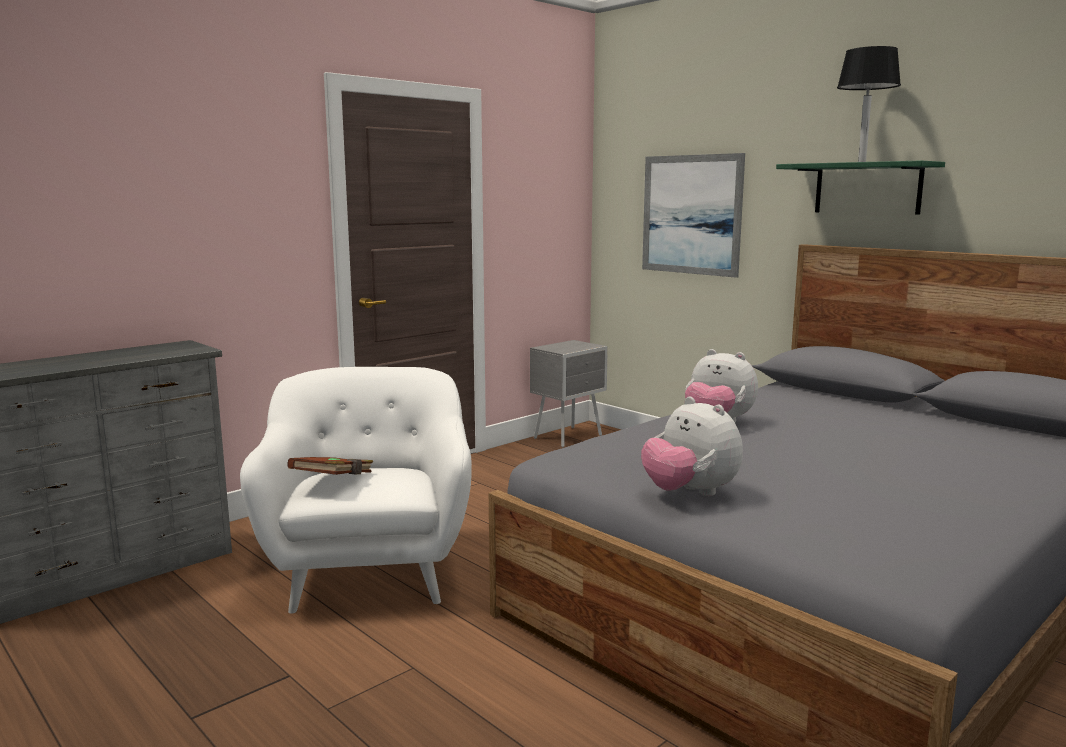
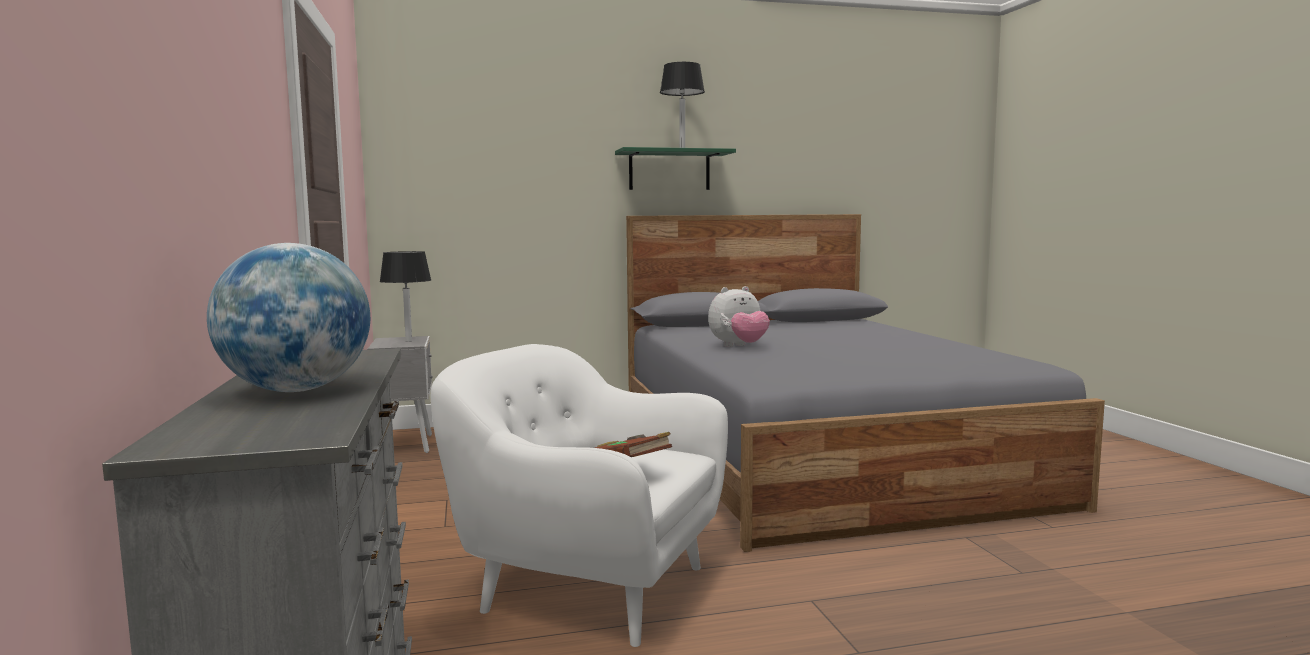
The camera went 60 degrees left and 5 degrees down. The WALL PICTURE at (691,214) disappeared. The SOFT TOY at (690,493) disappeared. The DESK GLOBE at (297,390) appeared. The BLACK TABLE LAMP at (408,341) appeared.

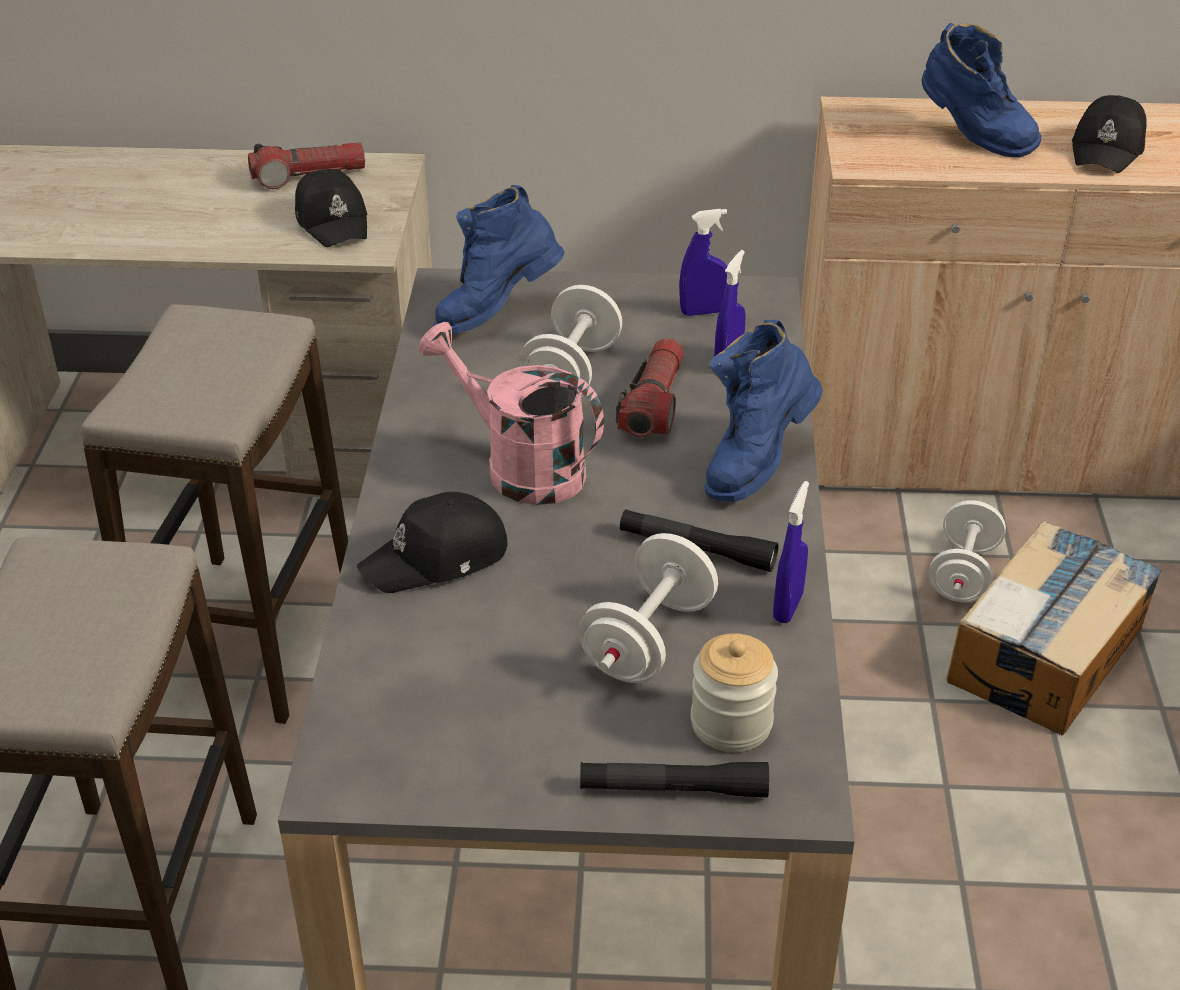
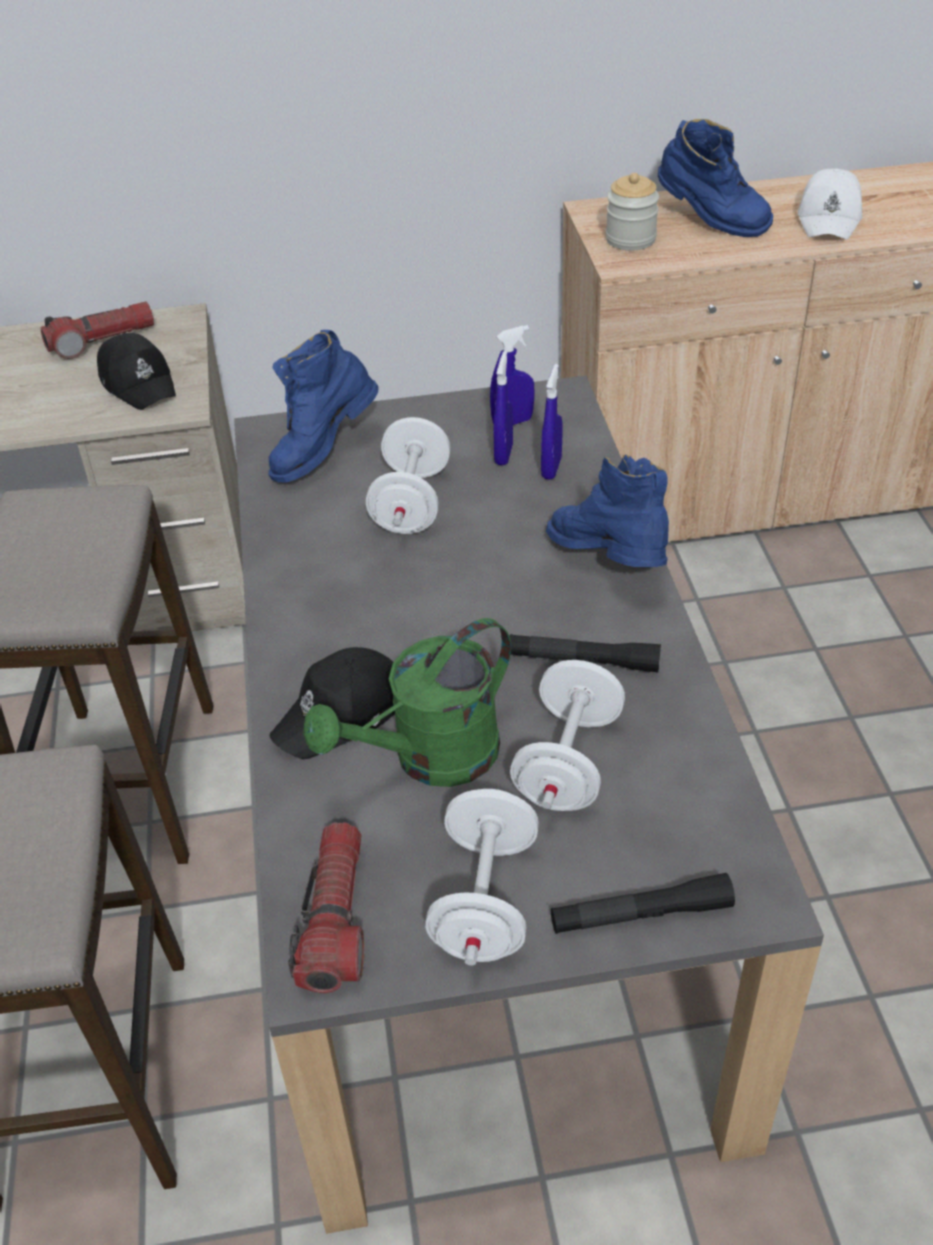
The camera went 10 degrees left and 5 degrees up. The BLACK BASEBALL CAP at (1108,149) became the WHITE-COLOURED BASEBALL CAP at (830,218). The BLUE-COLOURED BOOT at (756,463) turned 120 degrees clockwise. The PINK-COLOURED SPRINKLING CAN at (520,468) disappeared. The FLASHLIGHT moved from (654,404) to (335,919). The BLUE-COLOURED SPRAY BOTTLE moved from (788,607) to (503,454). The WHITE-COLOURED DUMBBELL moved from (963,574) to (485,901). The CARDBOARD BOX at (1047,653) disappeared. The PRESERVE JAR moved from (731,723) to (630,239). The GREENISH SPRINKLING CAN at (430,759) appeared.

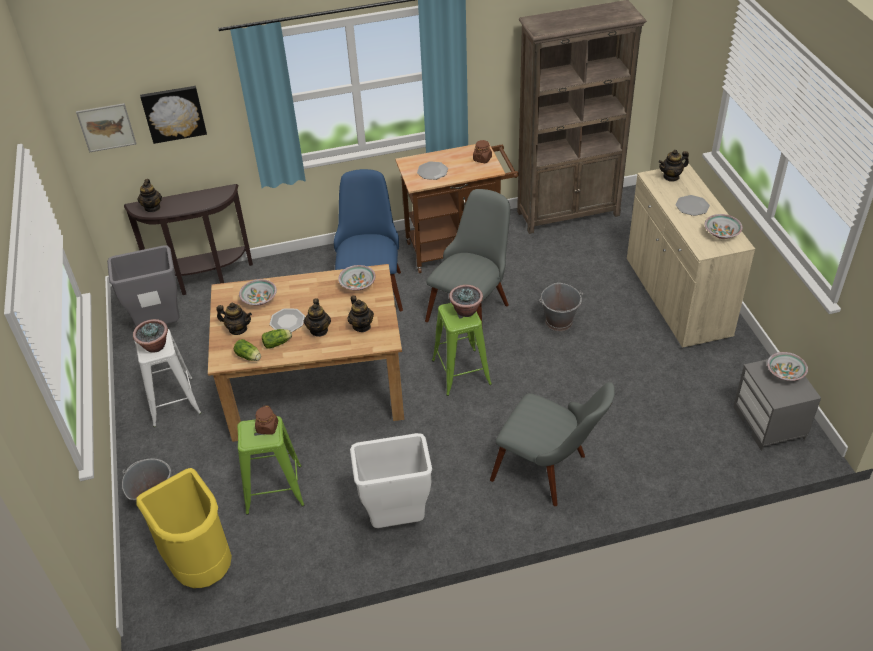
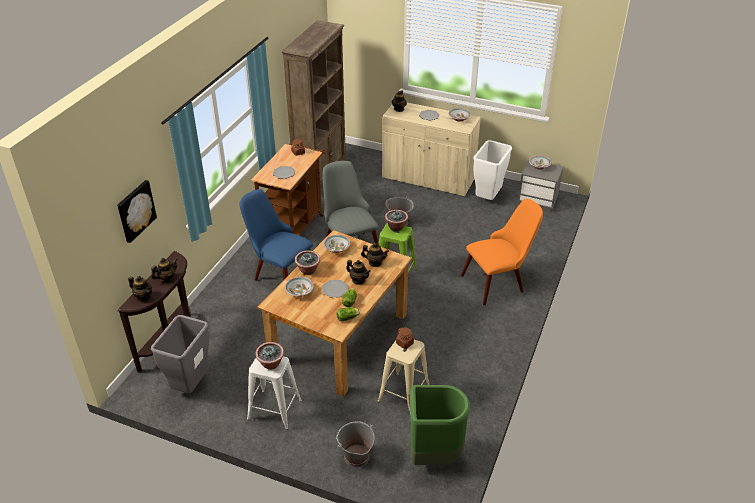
The camera went 55 degrees left and 5 degrees down. The WALL PICTURE at (106,127) disappeared. The POT FOR TEA moved from (238,329) to (167,279). The GRAY PLAIN CHAIR at (550,471) became the ORANGE-COLOURED PLAIN CHAIR at (499,281). The GREENISH STOOL SEAT at (275,489) became the BEIGE-COLOURED STOOL SEAT at (404,394). The WHITE-COLOURED WASTE BIN moved from (396,521) to (487,198). The YELLOW WASTE BIN at (202,566) became the GREENISH WASTE BIN at (433,455). The HOUSEPLANT at (308,270) appeared.

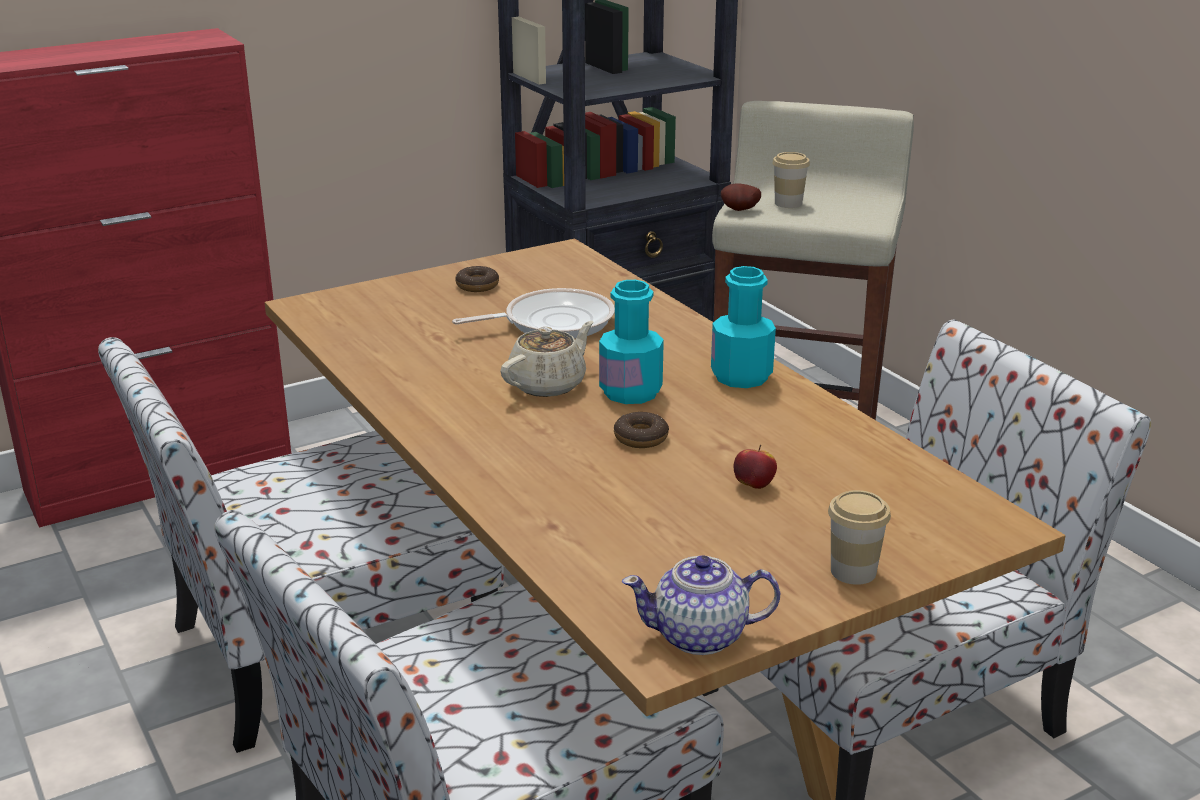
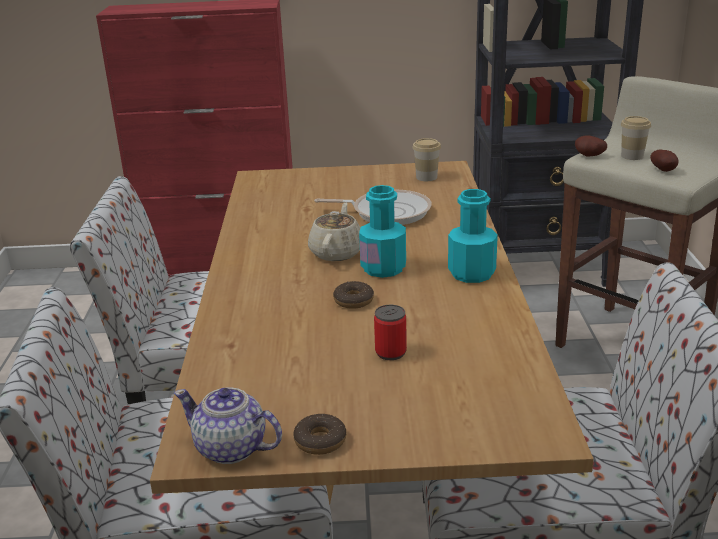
The camera went 30 degrees right and 0 degrees up. The DOUGHNUT moved from (477,286) to (320,441). The BEIGE-COLOURED POT FOR TEA at (548,384) turned 60 degrees counterclockwise. The APPLE FRUIT at (753,485) was replaced by the CAN at (390,352). The SMALL CUP moved from (853,571) to (426,177). The WHOLE POTATO at (664,170) appeared.

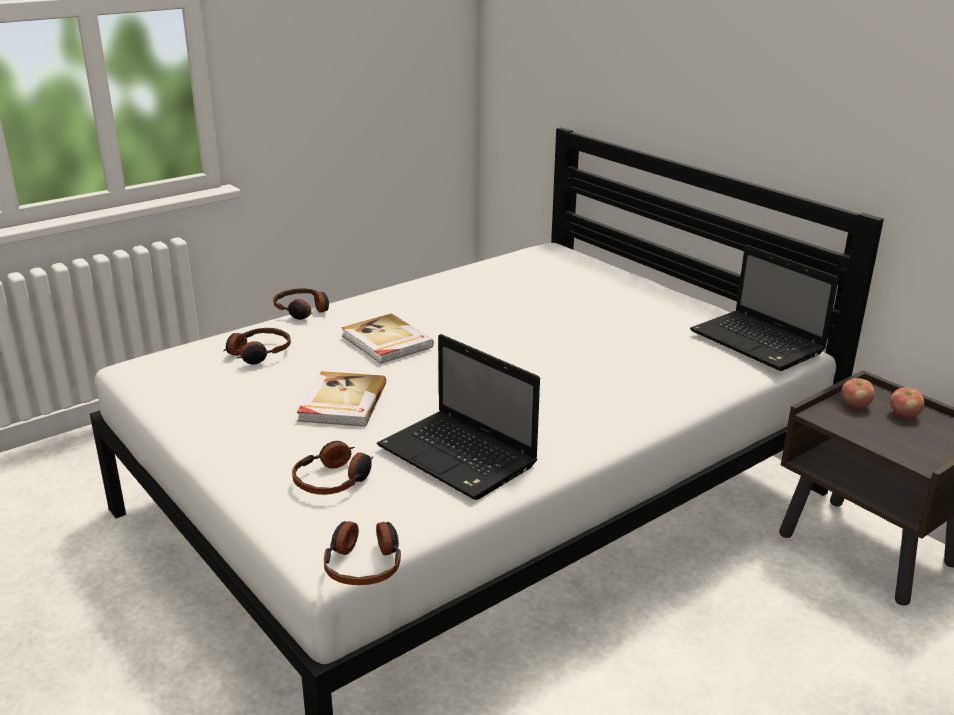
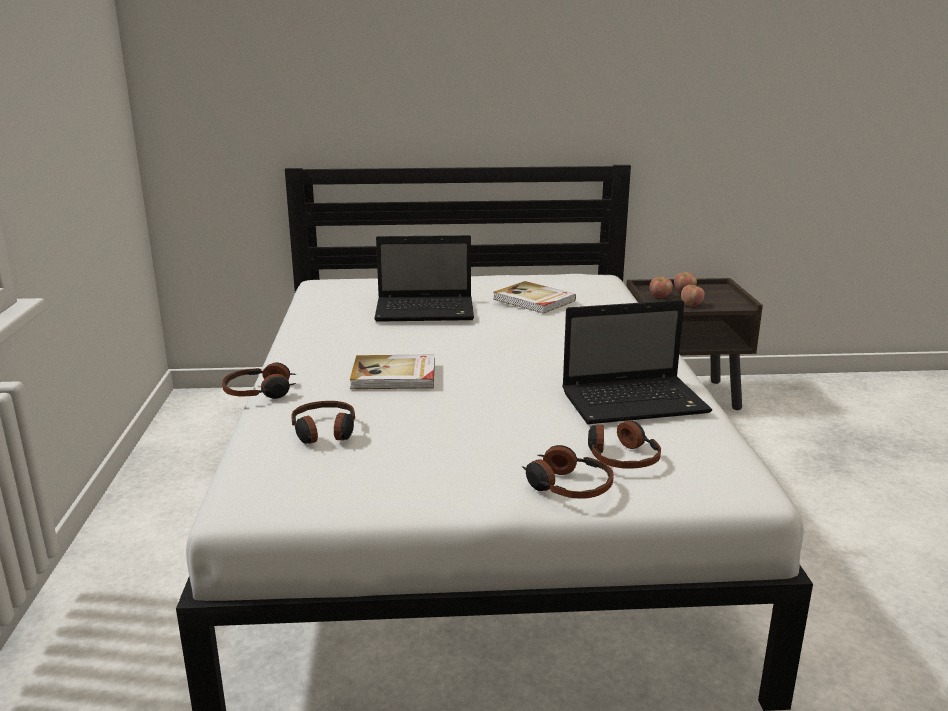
The camera went 55 degrees left and 5 degrees down. The NOTEBOOK COMPUTER moved from (759,343) to (427,311). The BOUND BOOK moved from (341,402) to (534,300). The HEADSET moved from (364,563) to (567,486). The APPLE FRUIT at (691,305) appeared.

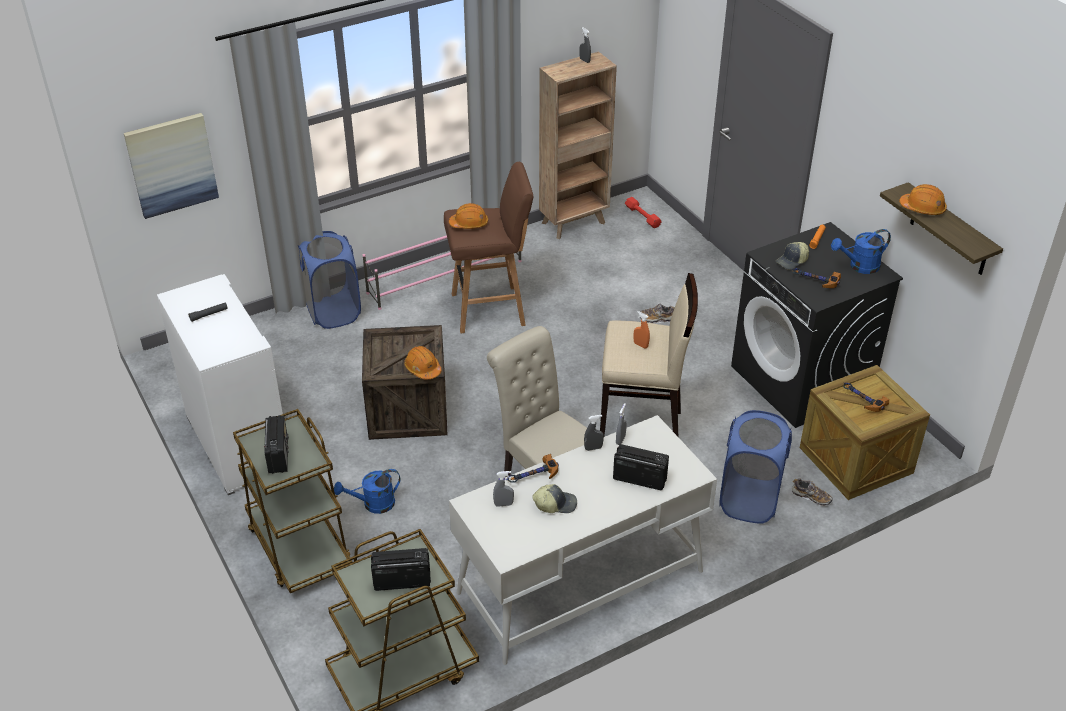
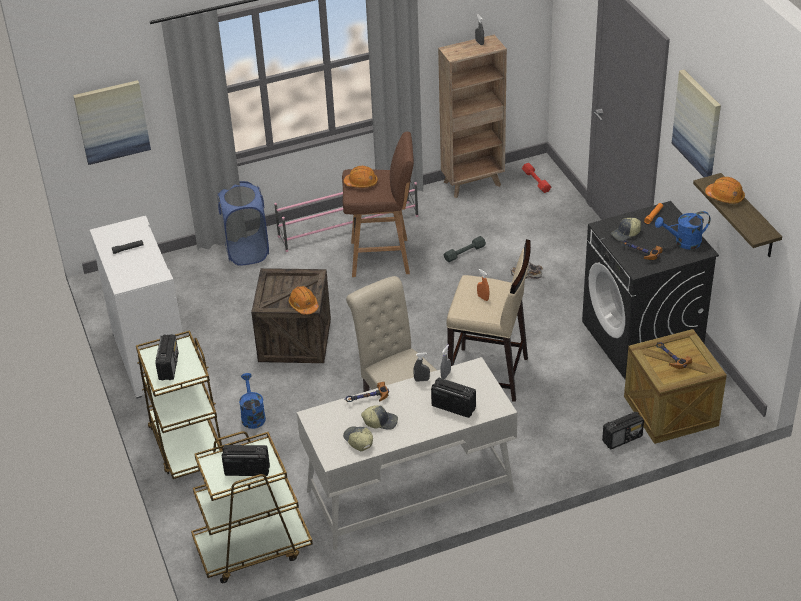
The camera went 10 degrees right and 0 degrees up. The BLUE-COLOURED LAUNDRY BASKET at (749,500) disappeared. The BLUE-COLOURED SPRINKLING CAN at (373,504) turned 90 degrees clockwise. The GRAY SPRAY BOTTLE at (503,504) disappeared. The ITEM OF FOOTWEAR at (811,497) was replaced by the RADIO RECEIVER at (622,438). The WALL PICTURE at (697,124) appeared. The GRAY DUMBBELL at (464,253) appeared. The BASEBALL CAP at (358,441) appeared.

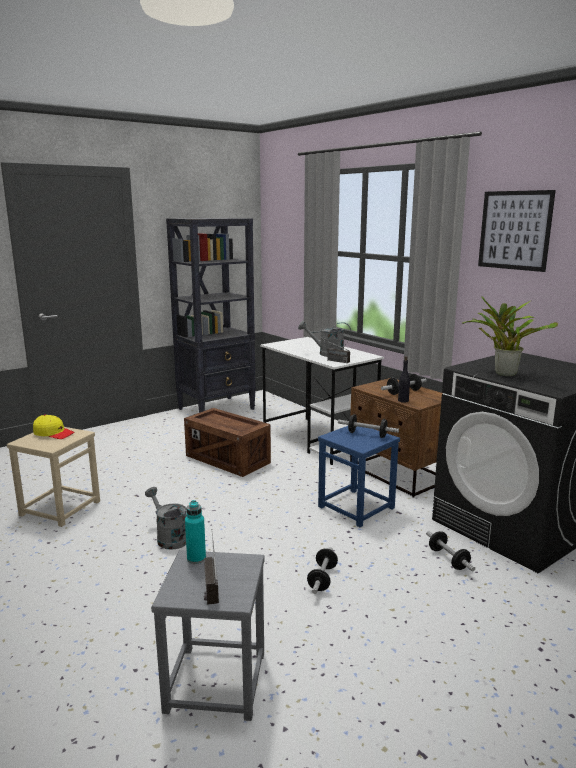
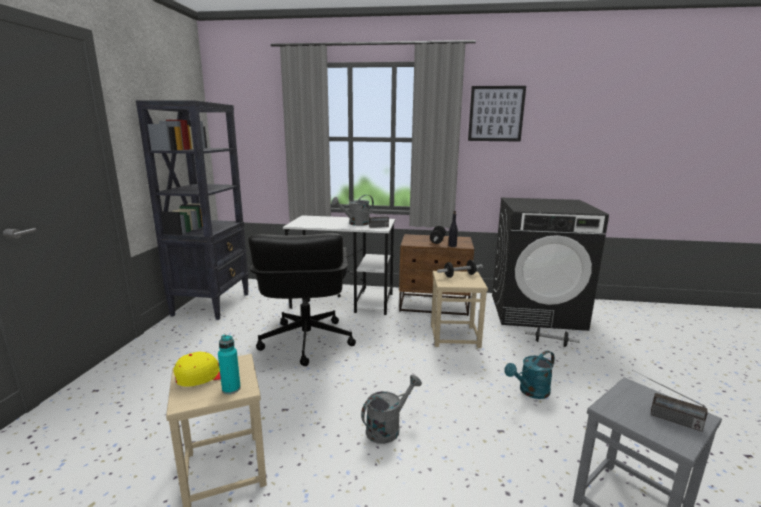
The camera went 45 degrees left and 0 degrees up. The HOUSEPLANT at (503,373) disappeared. The CRATE at (227,460) was replaced by the BLACK OFFICE CHAIR at (306,341). The BLUE-COLOURED STOOL SEAT at (356,507) became the BEIGE-COLOURED STOOL SEAT at (454,336). The GRAY SPRINKLING CAN at (169,537) turned 135 degrees clockwise. The TURQUOISE-COLOURED BEVERAGE BOTTLE moved from (196,558) to (231,389). The DUMBBELL at (322,579) was replaced by the TURQUOISE-COLOURED SPRINKLING CAN at (530,392).

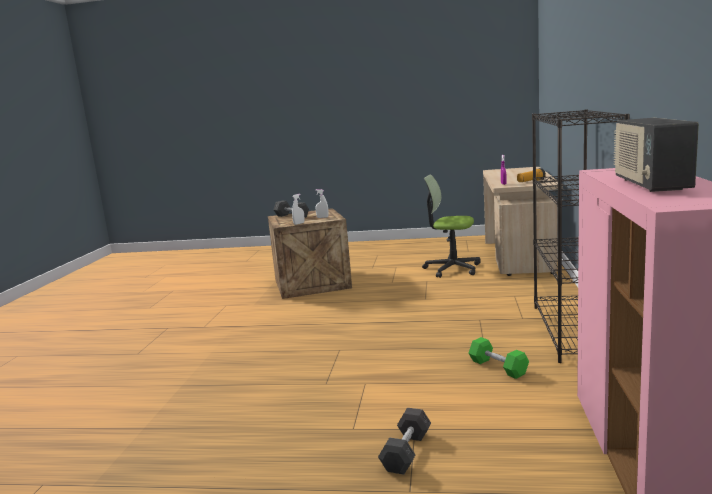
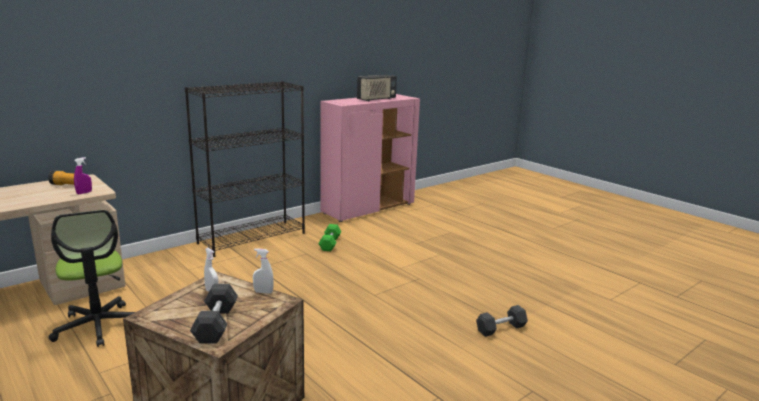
The camera went 140 degrees left and 5 degrees up. The GRAY DUMBBELL moved from (406,452) to (501,329).

